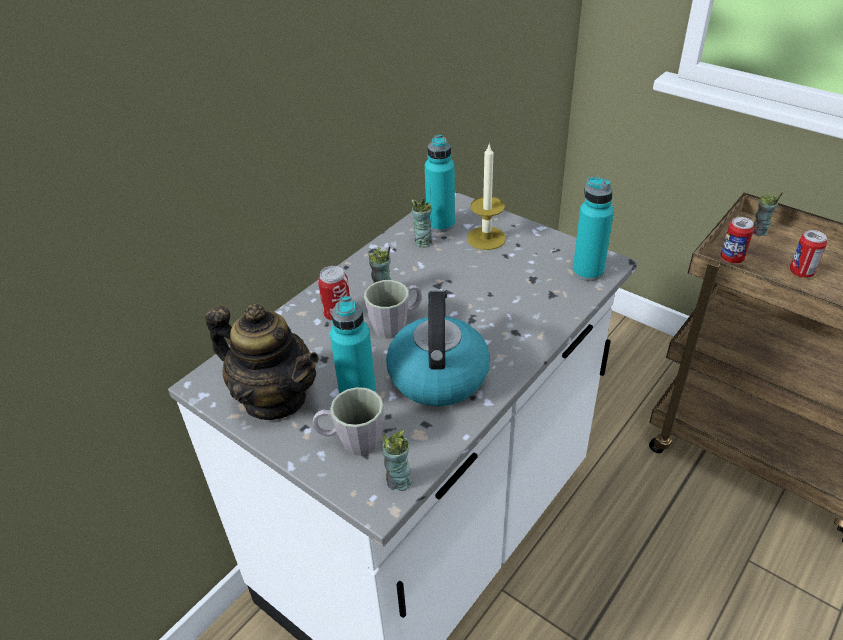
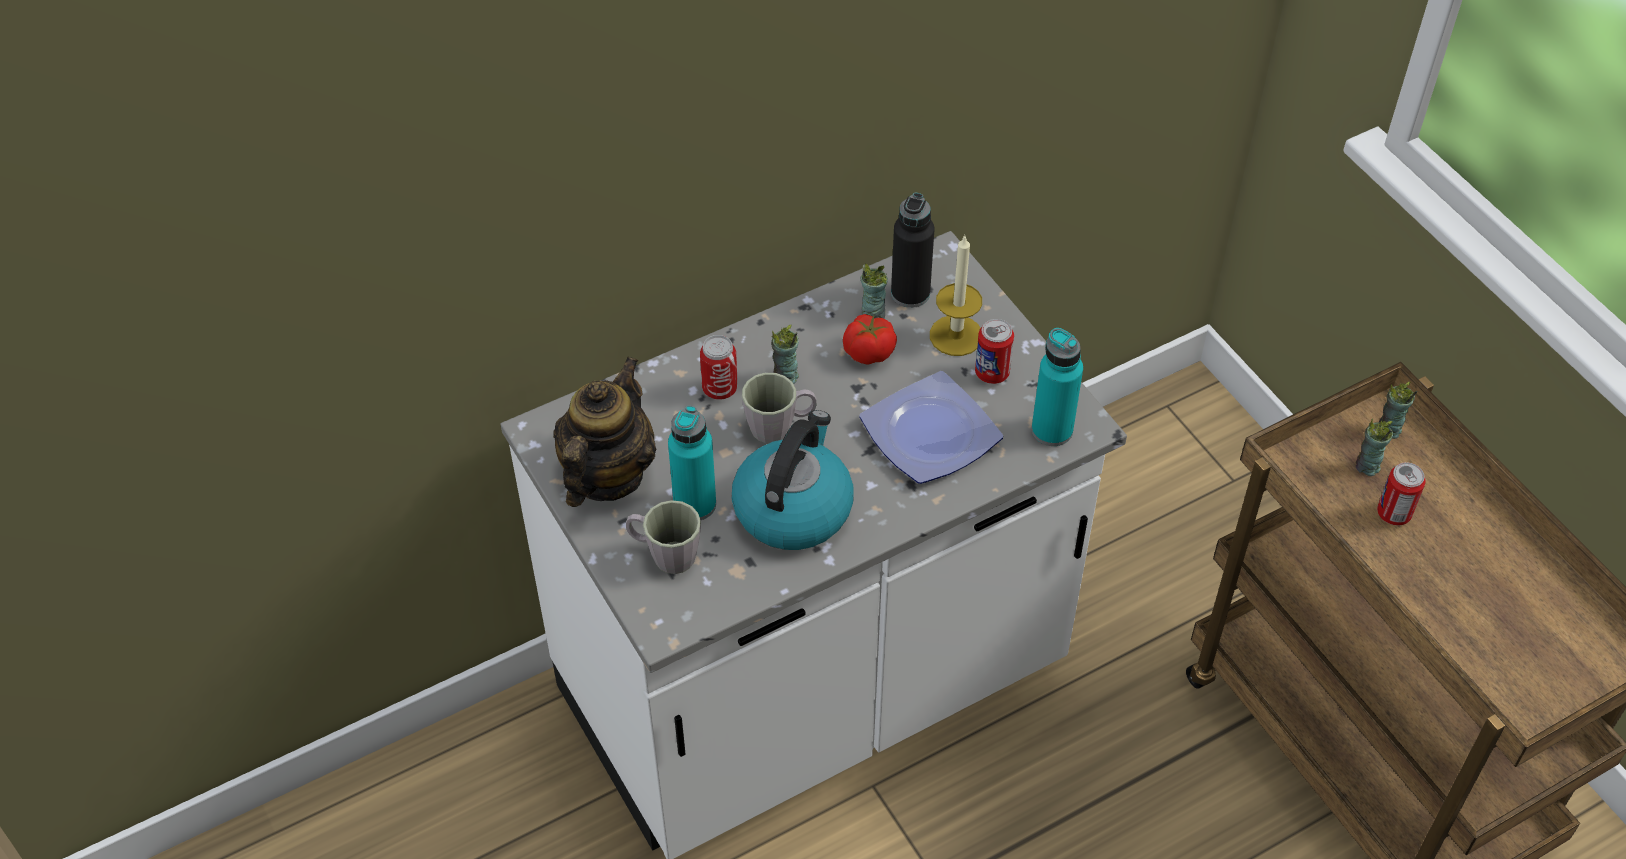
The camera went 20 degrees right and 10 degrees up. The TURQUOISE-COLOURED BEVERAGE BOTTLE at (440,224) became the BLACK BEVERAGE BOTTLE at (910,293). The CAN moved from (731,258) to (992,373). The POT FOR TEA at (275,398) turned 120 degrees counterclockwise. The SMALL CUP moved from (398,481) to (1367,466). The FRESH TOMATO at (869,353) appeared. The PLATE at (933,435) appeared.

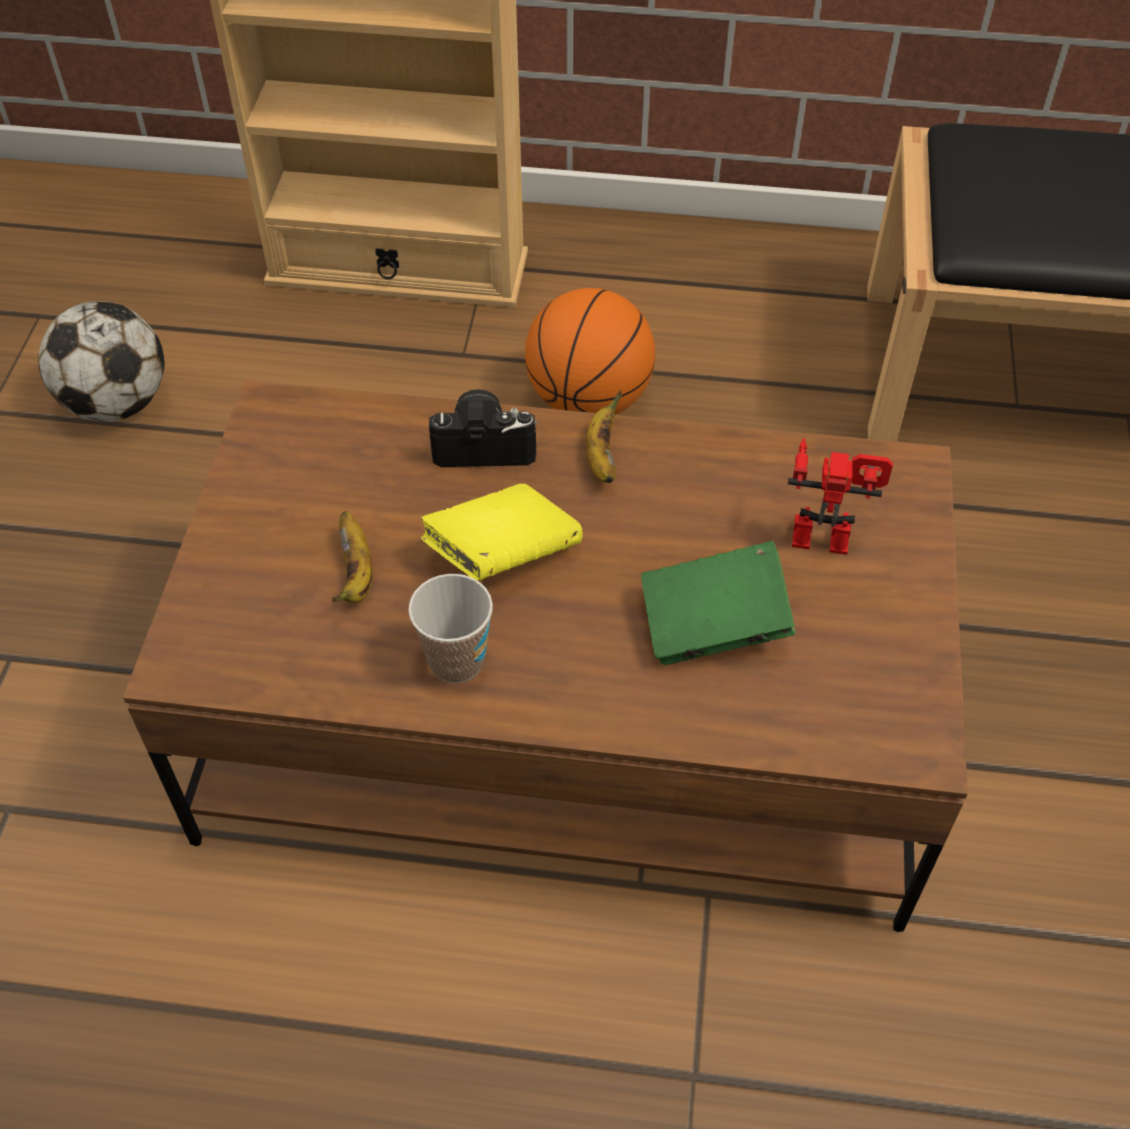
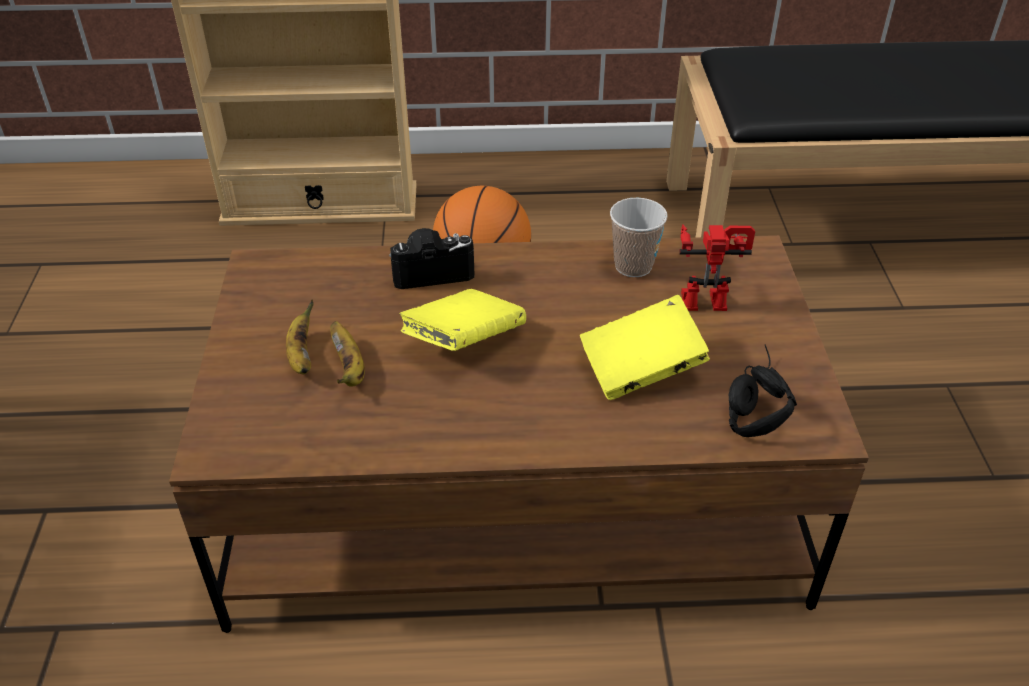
The camera went 10 degrees left and 10 degrees down. The BALL FOR FOOTBALL at (117,403) disappeared. The WHOLE BANANA moved from (602,456) to (301,356). The GREENISH BOUND BOOK at (713,625) became the YELLOW BOUND BOOK at (641,369). The SMALL CUP moved from (456,661) to (633,266). The BLACK HEADSET at (749,399) appeared.

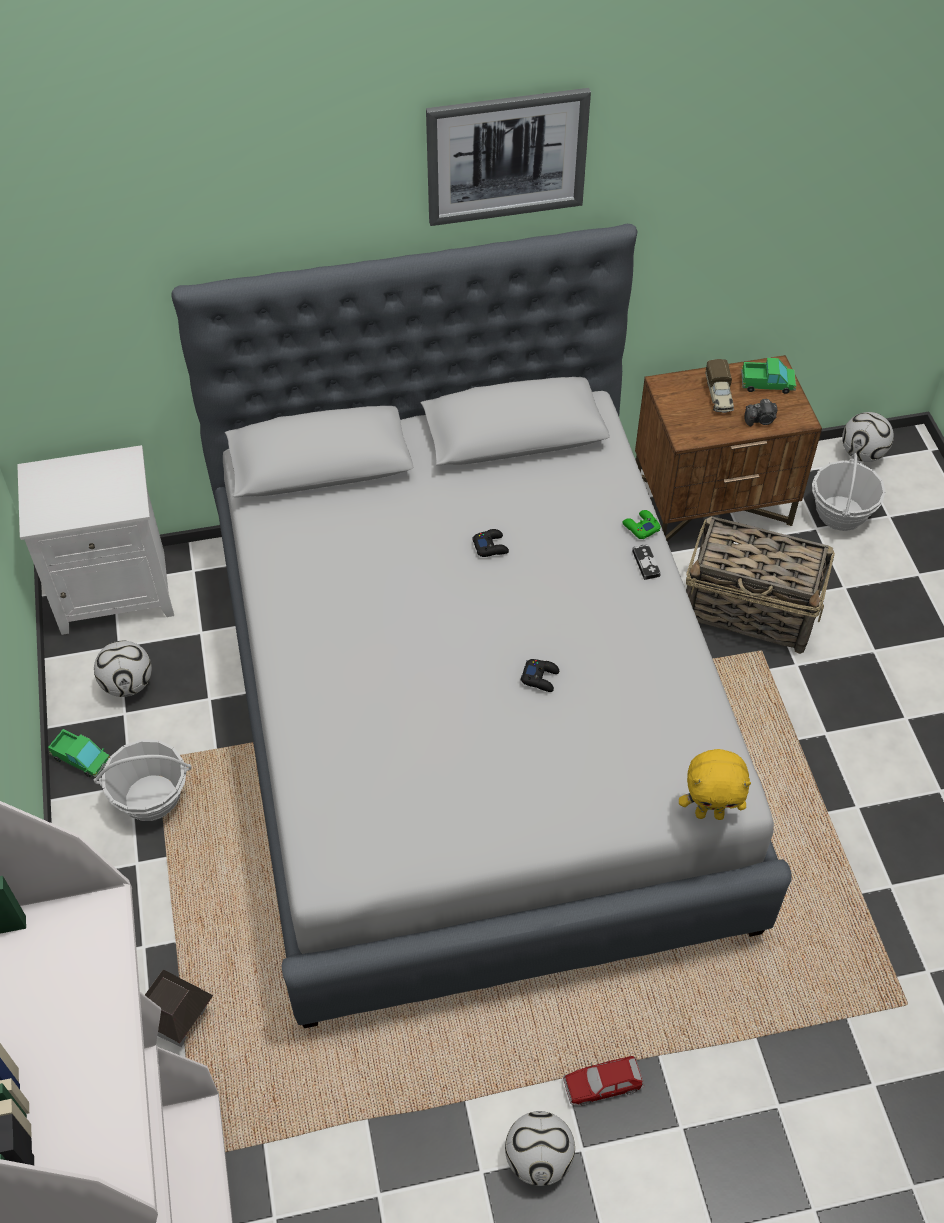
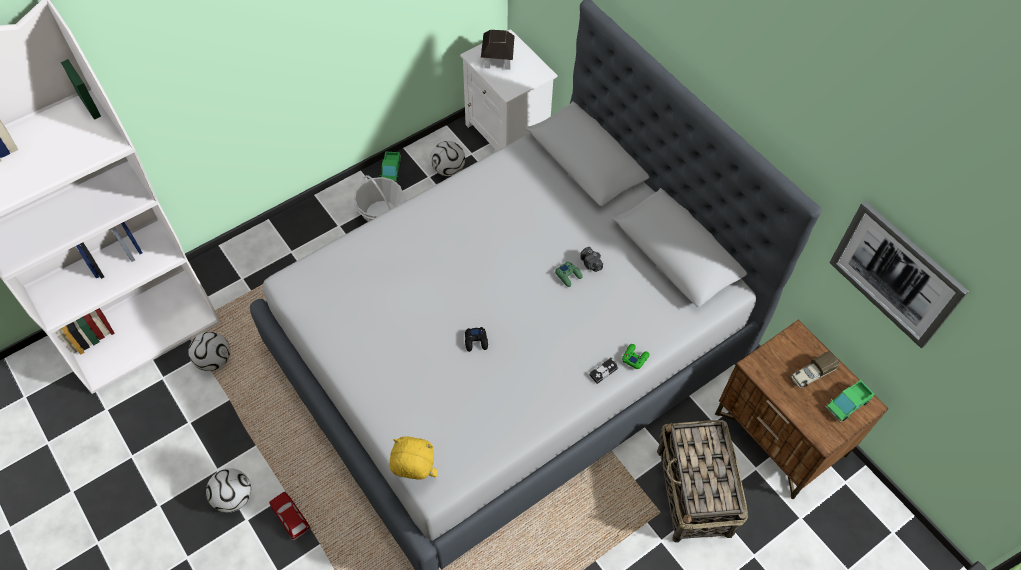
The camera went 65 degrees right and 5 degrees up. The WALL PICTURE moved from (506,156) to (895,274). The MODEL TRUCK at (767,383) turned 75 degrees clockwise. The PHOTO CAMERA moved from (761,420) to (590,264). The BALL FOR FOOTBALL moved from (862,454) to (214,360). The STORAGE BASKET at (840,513) disappeared. The BLACK JOYPAD at (490,546) became the GREENISH JOYPAD at (568,275). The YELLOW SOFT TOY at (709,813) turned 120 degrees clockwise. The TOY HOUSE moved from (177,1018) to (497,60).

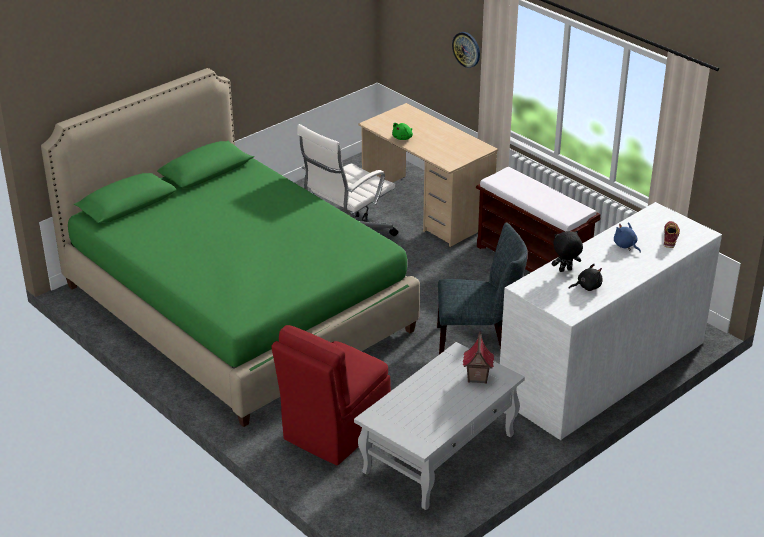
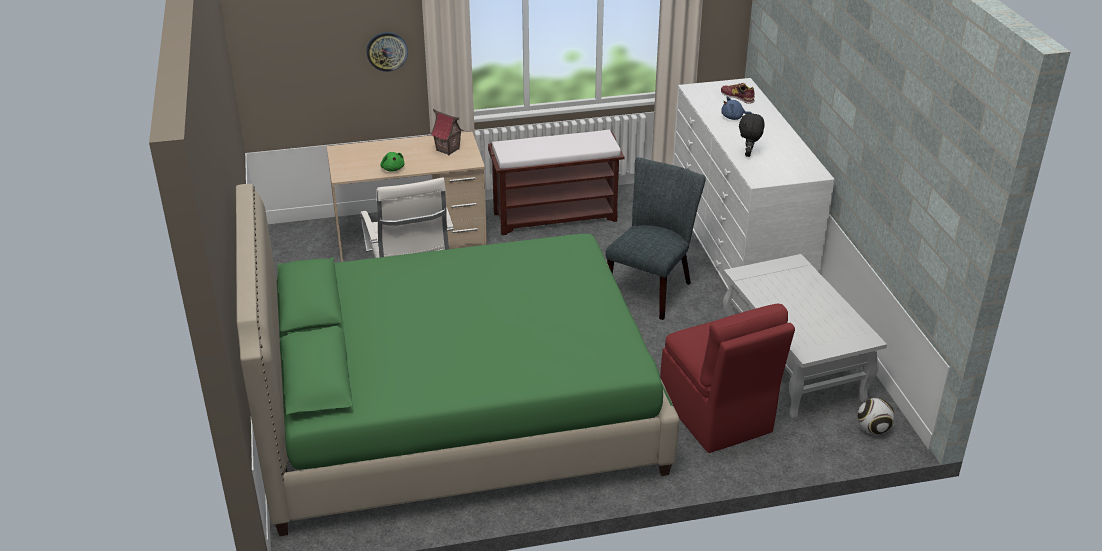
The camera went 60 degrees left and 0 degrees up. The BLACK SOFT TOY at (587,287) disappeared. The TOY HOUSE moved from (477,377) to (447,150). The BALL FOR FOOTBALL at (873,429) appeared.

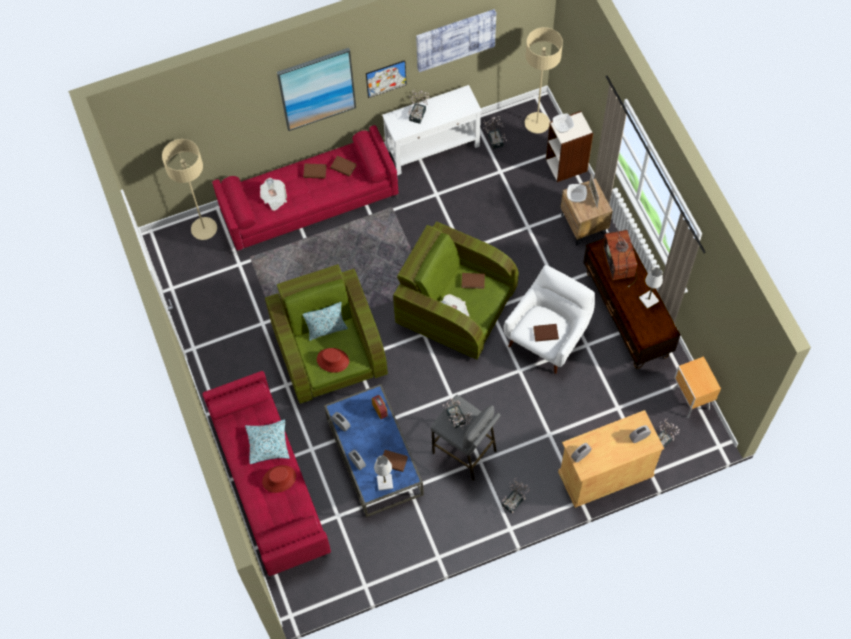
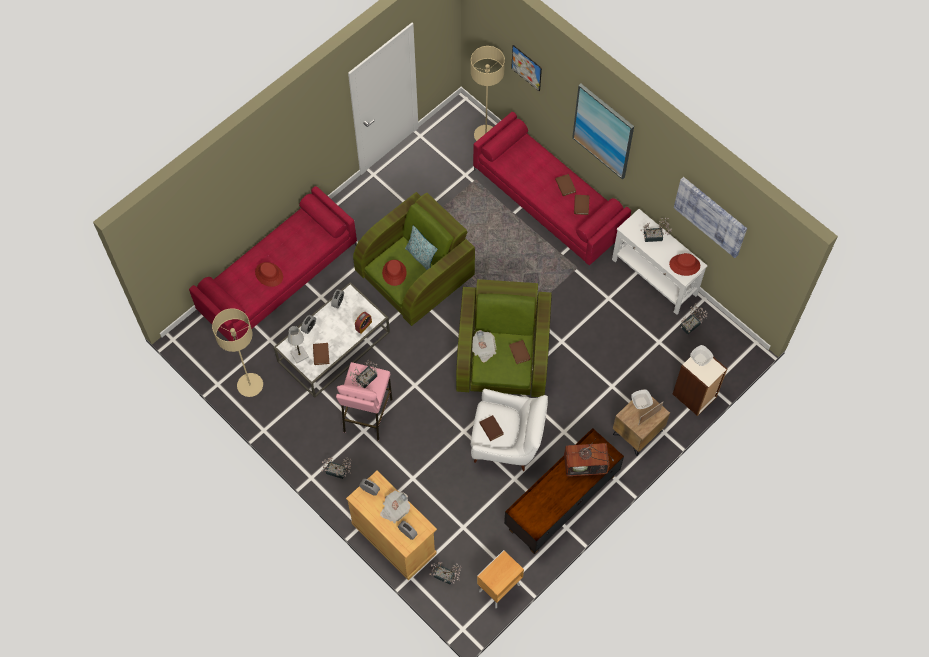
The camera went 65 degrees right and 0 degrees up. The BEIGE-COLOURED FLOOR LAMP moved from (537,123) to (250,385). The WALL PICTURE moved from (386,78) to (526,68). The PRINTED PAPER moved from (274,198) to (394,509). The TV SET at (620,263) turned 150 degrees counterclockwise. The WHITE-COLOURED TABLE LAMP at (648,299) disappeared. The BLUE-COLOURED COFFEE TABLE at (374,456) became the WHITE-COLOURED COFFEE TABLE at (333,346). The GRAY STOOL SEAT at (464,452) became the PINK-COLOURED STOOL SEAT at (367,415). The CUSHION at (268,444) disappeared. The RED-COLOURED CLOTHING HAT at (684,265) appeared.

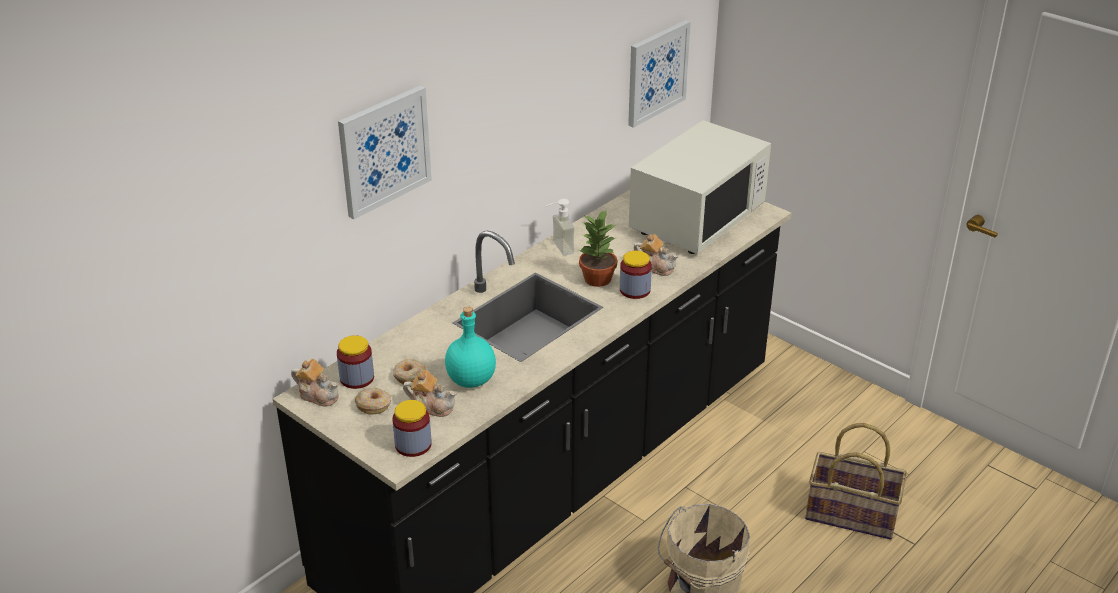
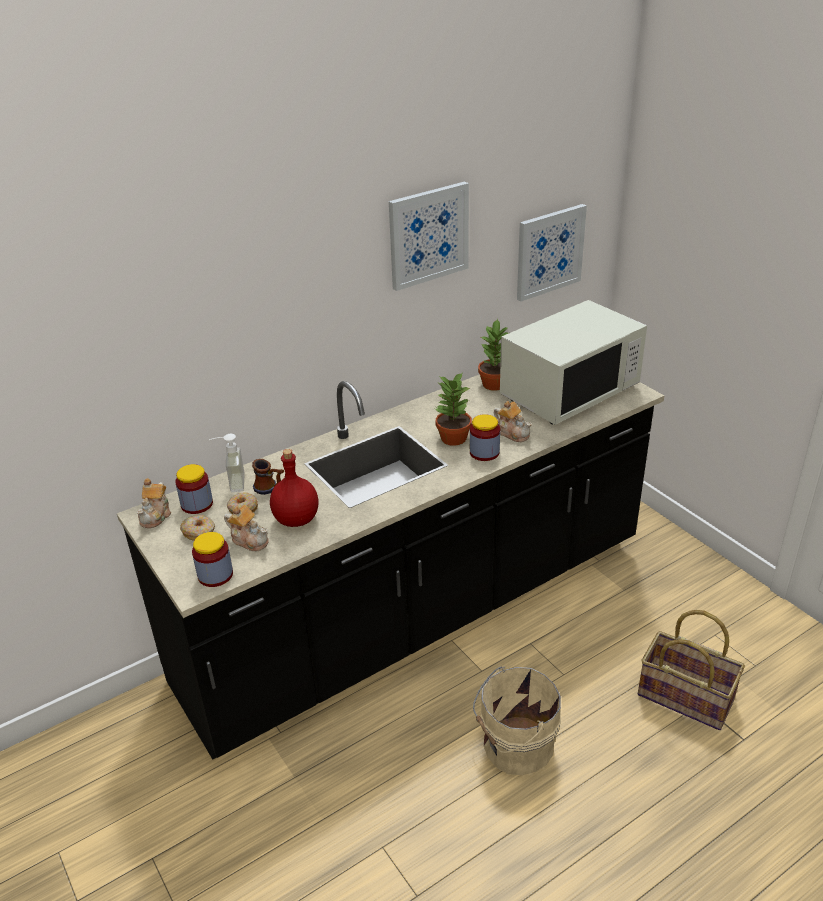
The camera went 15 degrees right and 0 degrees up. The WALL PICTURE moved from (384,150) to (428,235). The SOAP BOTTLE moved from (557,248) to (230,483). The TURQUOISE-COLOURED BEVERAGE BOTTLE at (471,380) became the RED-COLOURED BEVERAGE BOTTLE at (296,520). The POT FOR TEA at (318,395) turned 60 degrees clockwise. The HOUSEPLANT at (495,384) appeared. The COFFEE MUG at (270,489) appeared.

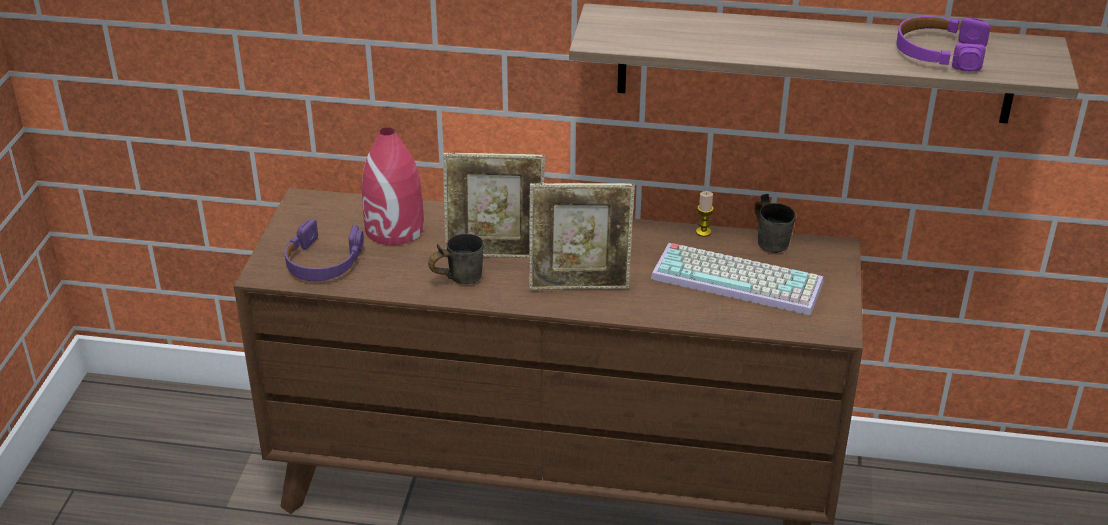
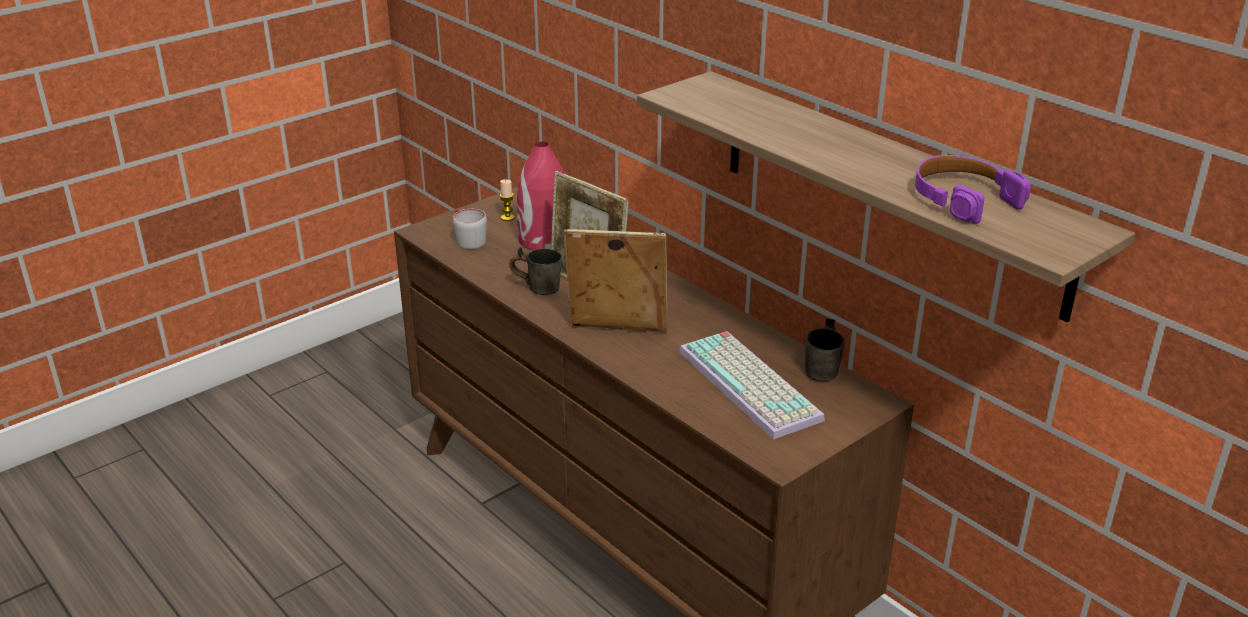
The camera went 40 degrees right and 5 degrees down. The PICTURE FRAME at (580,286) turned 150 degrees clockwise. The WAX LIGHT moved from (703,232) to (507,217). The PURPLISH HEADSET at (323,262) was replaced by the GRAY COFFEE MUG at (467,239).

